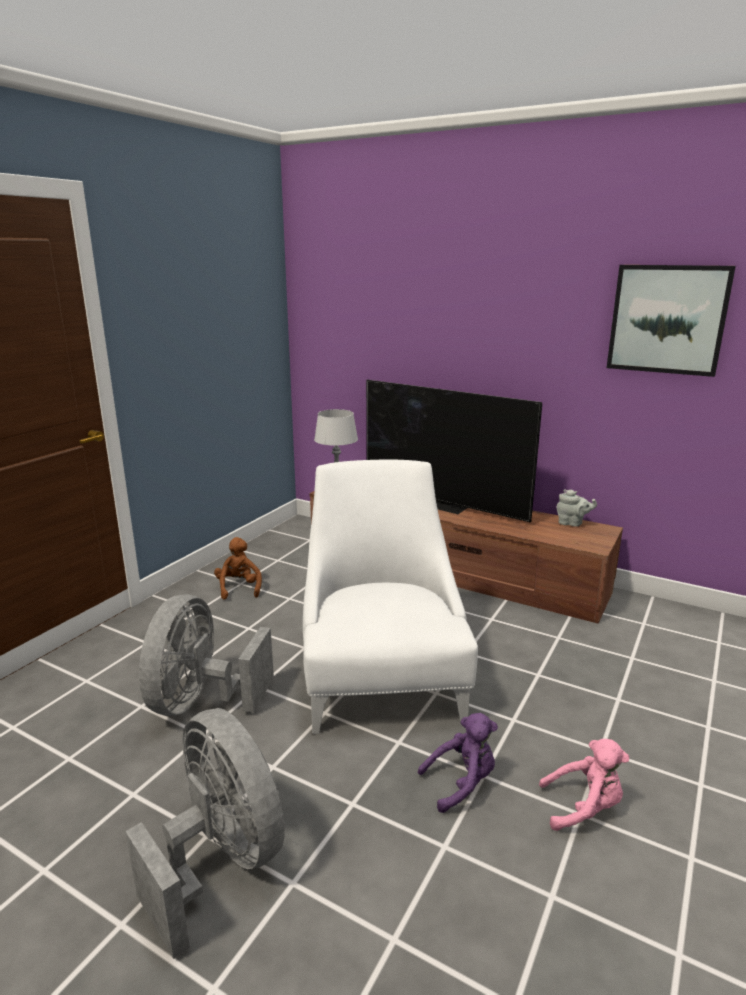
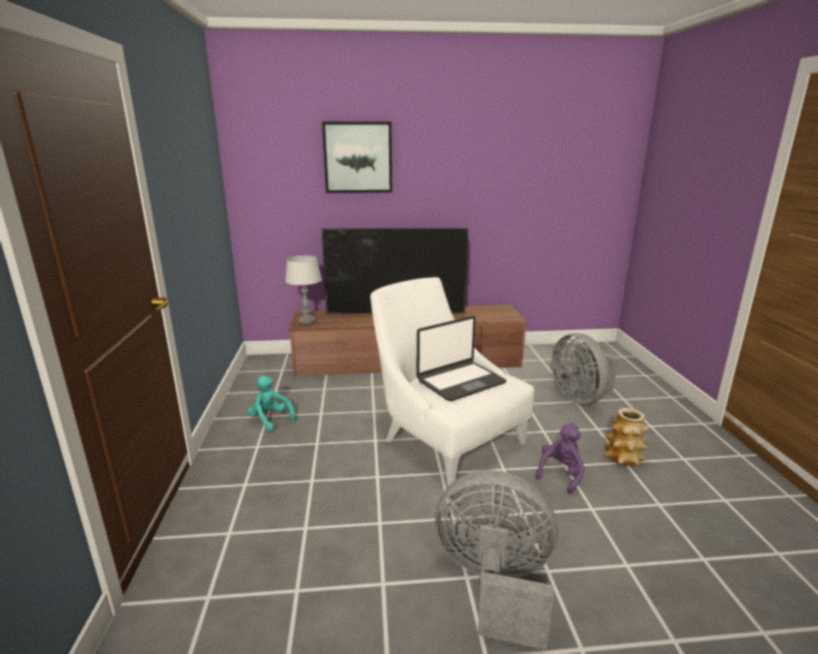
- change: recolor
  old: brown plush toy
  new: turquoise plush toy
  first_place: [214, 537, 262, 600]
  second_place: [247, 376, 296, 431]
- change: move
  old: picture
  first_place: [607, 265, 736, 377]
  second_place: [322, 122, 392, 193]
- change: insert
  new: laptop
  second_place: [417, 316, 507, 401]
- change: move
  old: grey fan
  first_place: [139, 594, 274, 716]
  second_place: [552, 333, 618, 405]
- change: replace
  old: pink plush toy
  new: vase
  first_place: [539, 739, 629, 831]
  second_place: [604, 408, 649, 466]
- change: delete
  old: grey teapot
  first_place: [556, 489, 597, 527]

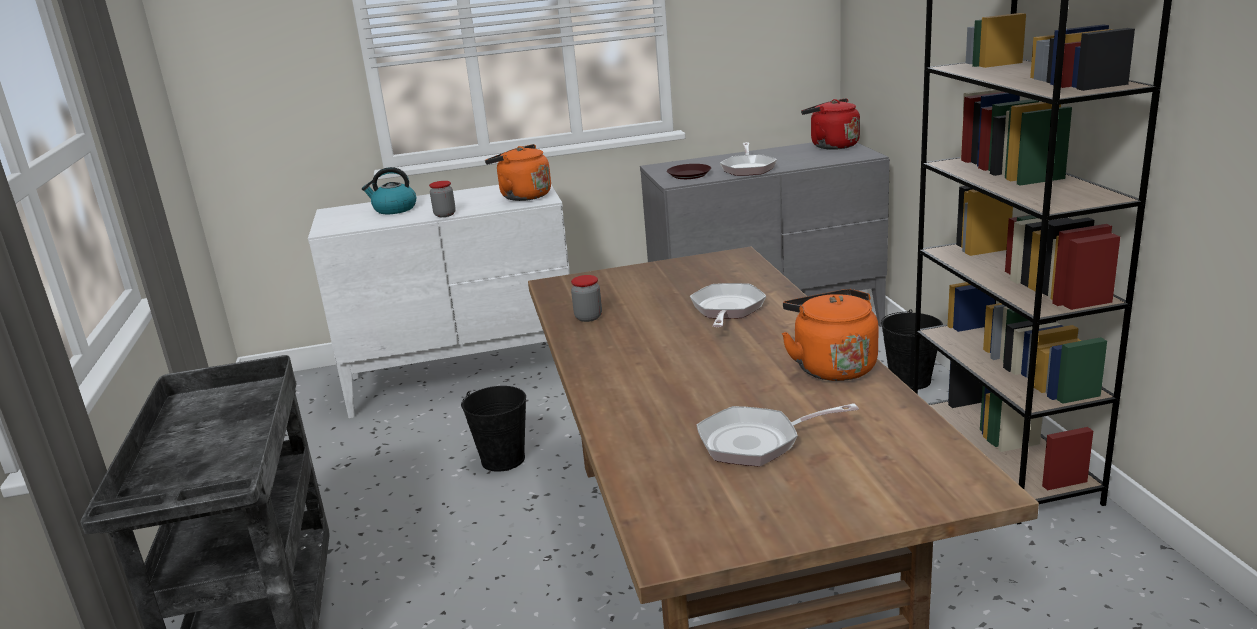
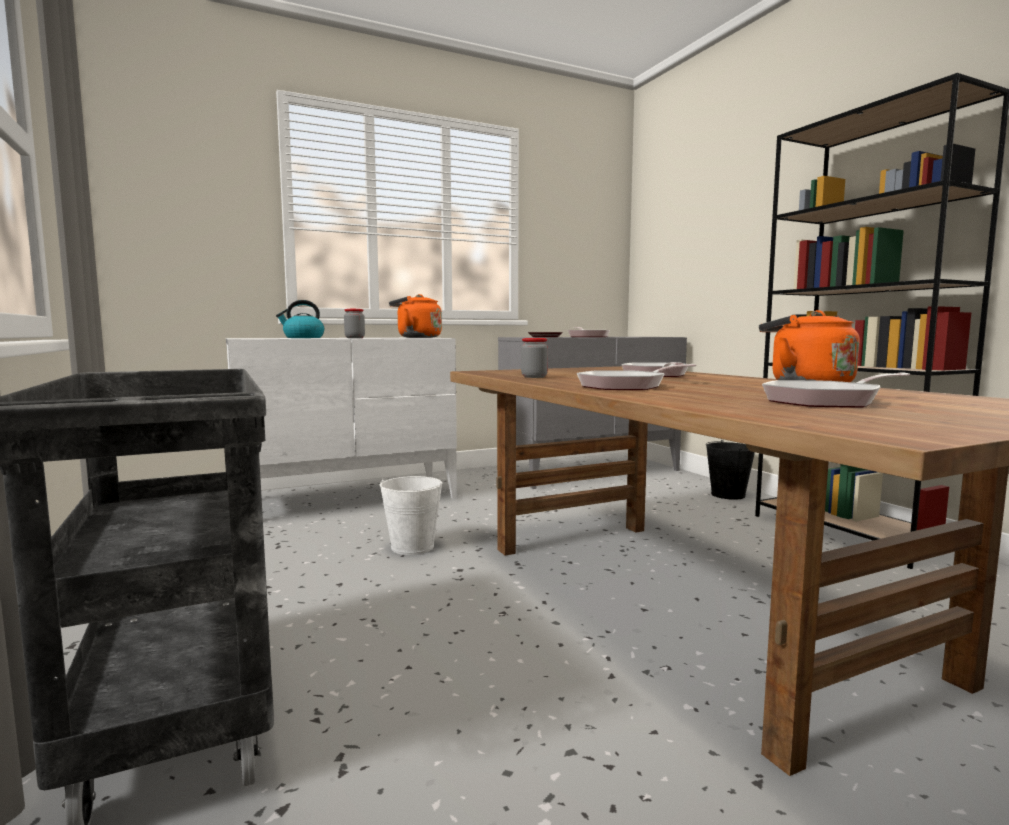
- change: recolor
  old: black bucket
  new: white bucket
  first_place: [461, 386, 526, 472]
  second_place: [380, 476, 442, 555]
- change: insert
  new: frying pan
  second_place: [577, 364, 696, 390]
- change: delete
  old: red kettle
  first_place: [801, 98, 860, 150]

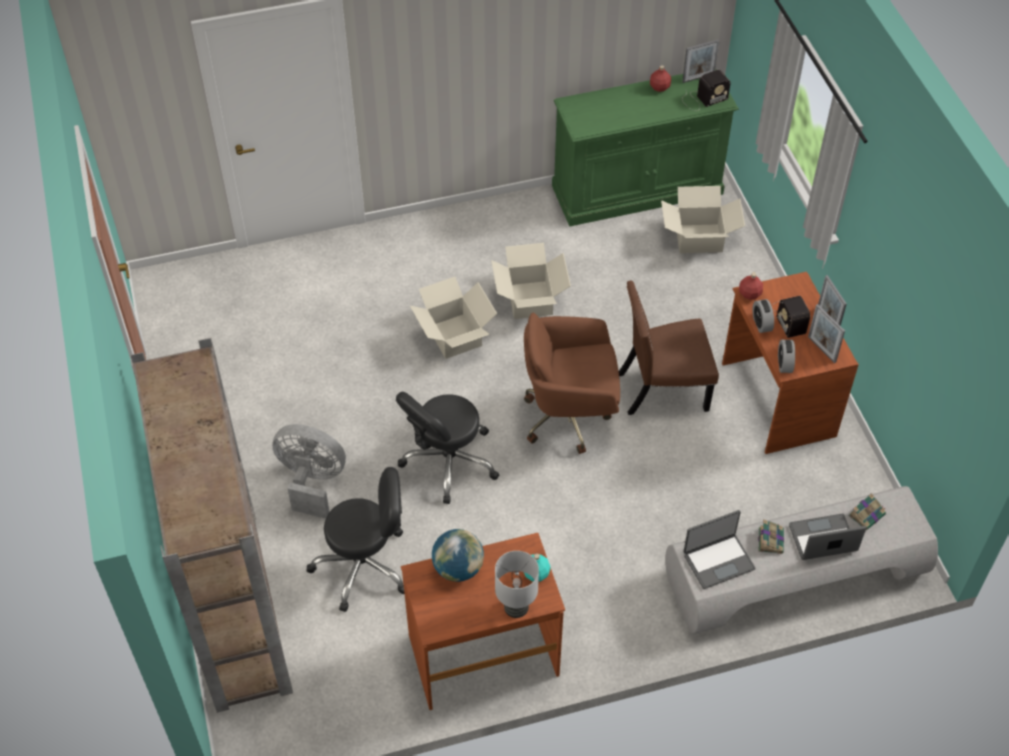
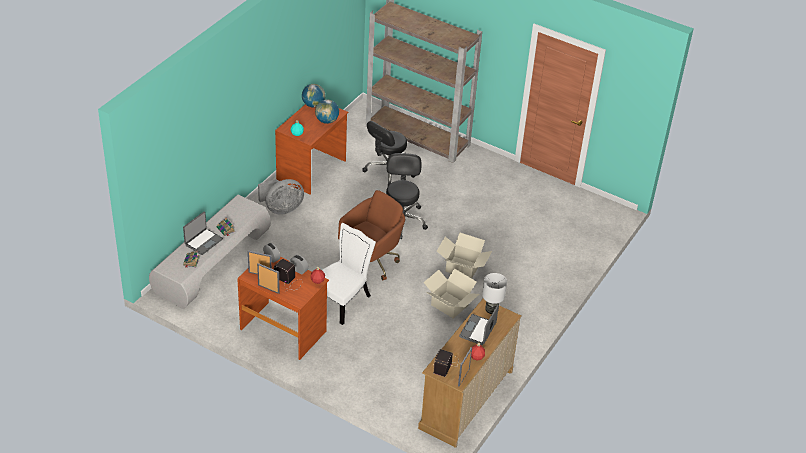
- change: move
  old: grey fan
  first_place: [273, 424, 346, 519]
  second_place: [258, 179, 304, 215]
- change: insert
  new: globe
  second_place: [302, 84, 326, 108]
- change: recolor
  old: brown chair
  new: white chair
  first_place: [619, 281, 719, 415]
  second_place: [322, 223, 376, 325]
- change: recolor
  old: green cabinet
  new: brown cabinet
  first_place: [552, 69, 739, 227]
  second_place: [418, 299, 521, 448]
- change: move
  old: laptop
  first_place: [683, 510, 756, 589]
  second_place: [459, 305, 499, 345]
- change: move
  old: grey table lamp
  first_place: [495, 551, 539, 618]
  second_place: [482, 273, 507, 314]
- change: delete
  old: cardboard box
  first_place: [661, 186, 745, 253]

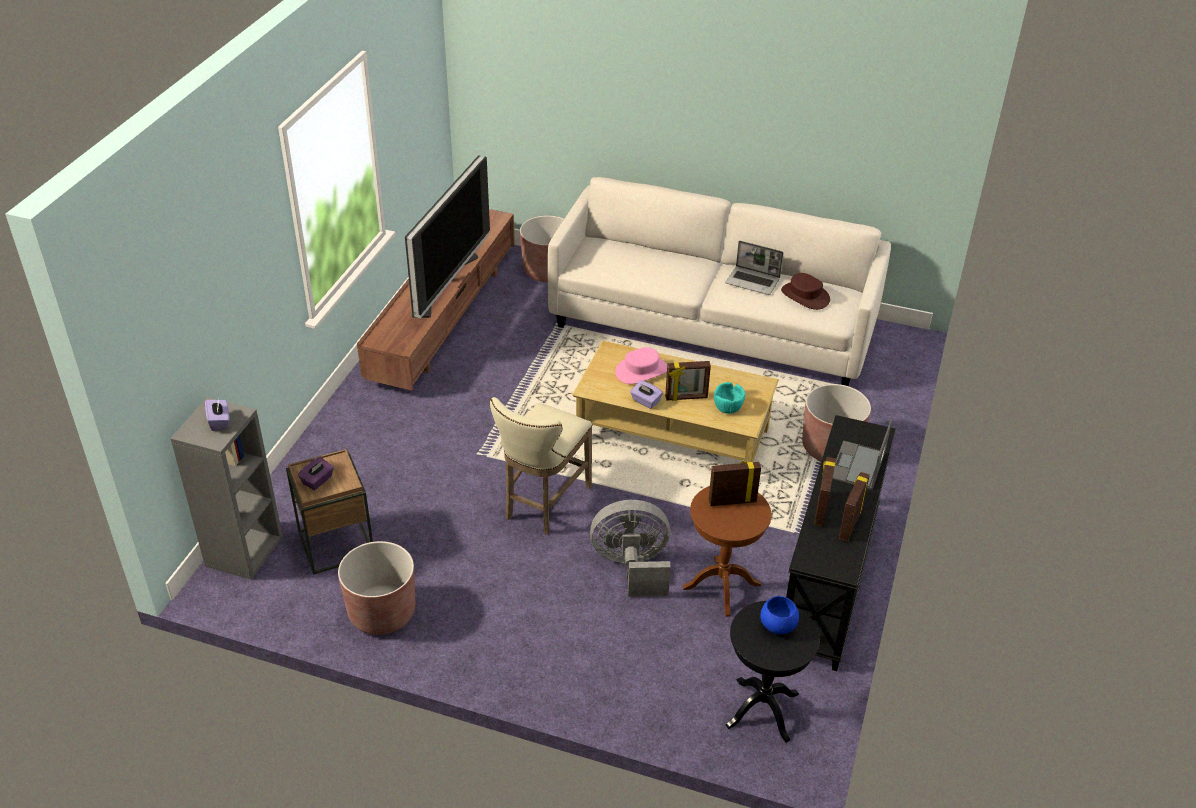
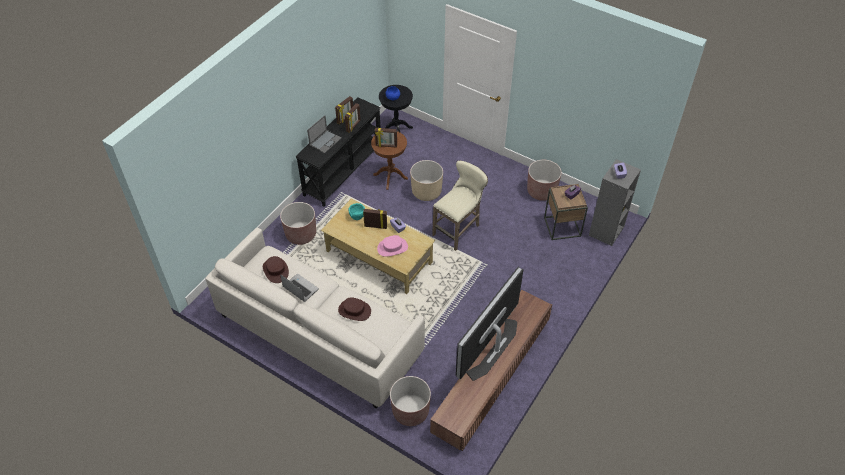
- change: insert
  new: brown hat
  second_place: [338, 297, 371, 321]
- change: replace
  old: grey fan
  new: beige planter
  first_place: [590, 500, 671, 597]
  second_place: [410, 160, 443, 201]

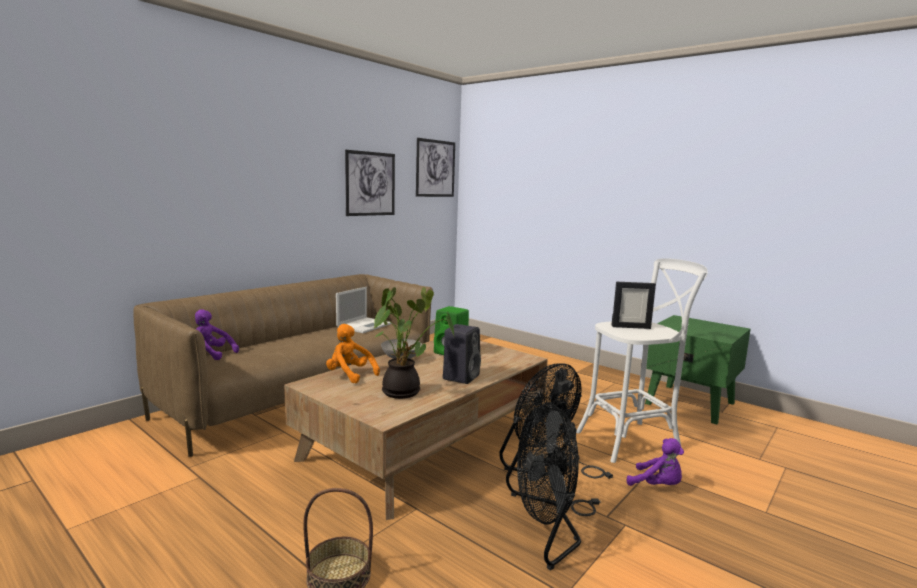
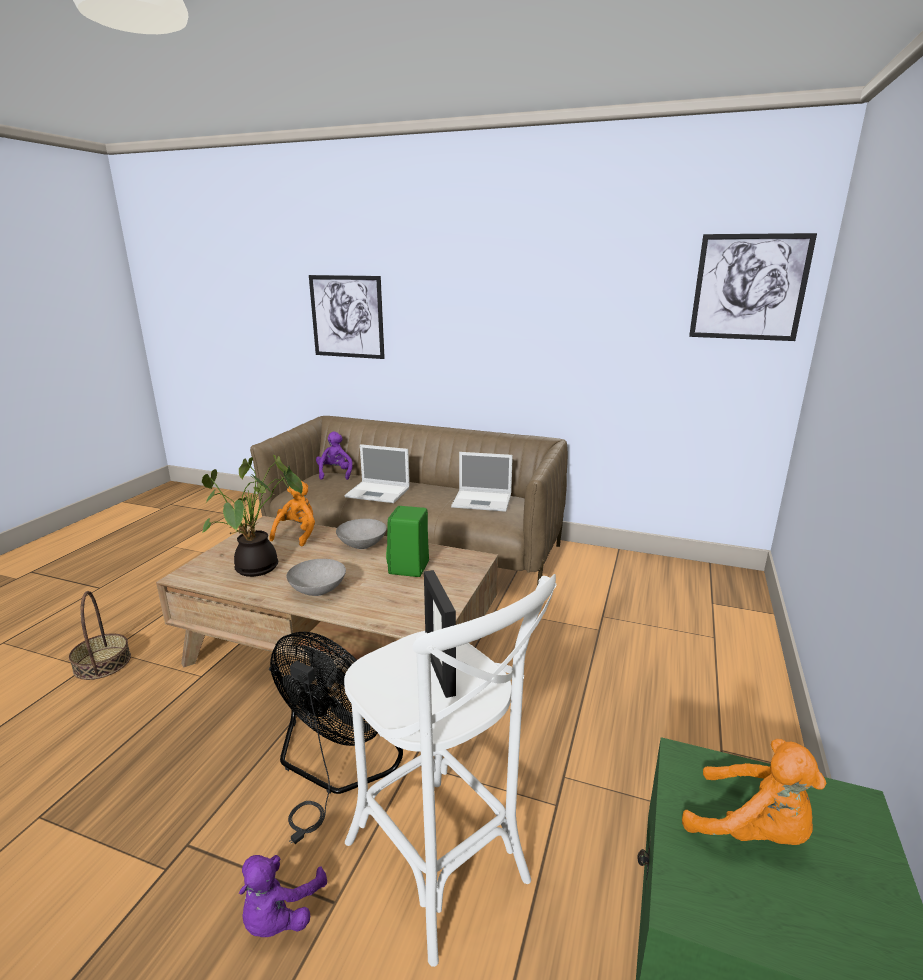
- change: replace
  old: black speaker
  new: grey bowl
  first_place: [443, 324, 481, 384]
  second_place: [286, 559, 346, 596]
- change: move
  old: picture
  first_place: [345, 150, 395, 216]
  second_place: [309, 275, 385, 359]
- change: insert
  new: laptop
  second_place: [344, 444, 410, 503]
- change: insert
  new: orange plush toy
  second_place: [682, 739, 826, 845]
- change: delete
  old: black fan
  first_place: [506, 403, 601, 571]

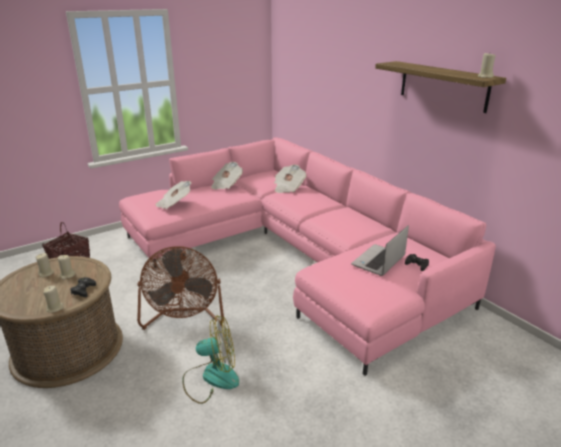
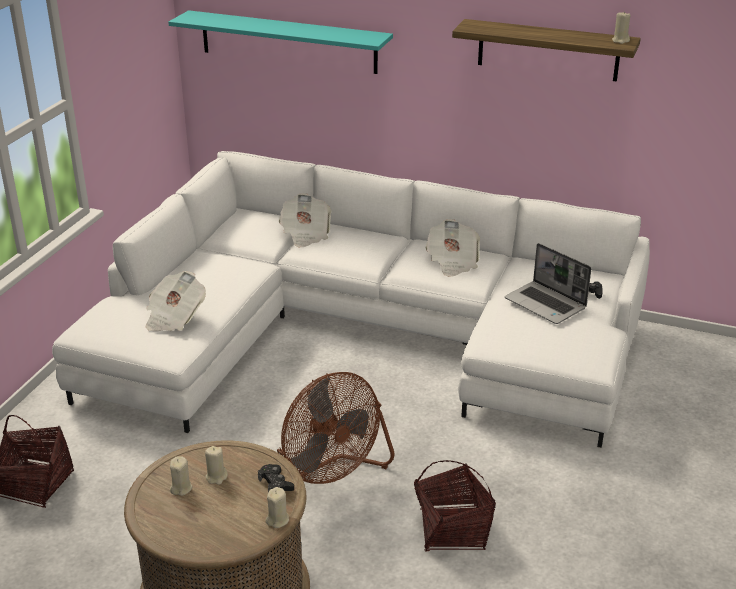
- change: recolor
  old: pink sofa
  new: white sofa
  first_place: [119, 137, 496, 376]
  second_place: [52, 151, 650, 448]
- change: insert
  new: turquoise shelf
  second_place: [168, 10, 393, 74]
- change: replace
  old: fan
  new: basket
  first_place: [183, 316, 239, 404]
  second_place: [414, 460, 496, 552]
- change: move
  old: newspaper
  first_place: [211, 162, 243, 189]
  second_place: [425, 219, 480, 277]
- change: rotate
  old: laptop
  first_place: [351, 225, 409, 276]
  second_place: [505, 243, 591, 324]
  degrees: -45

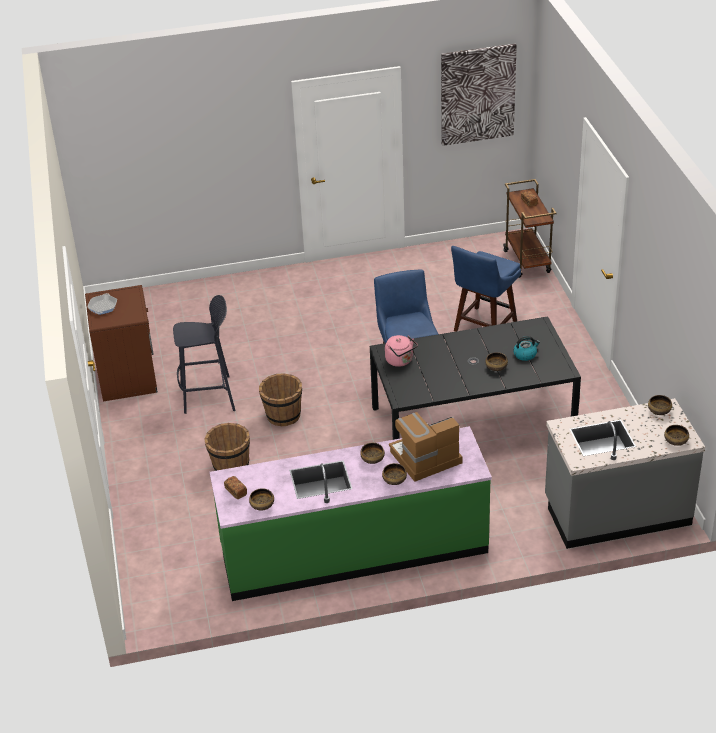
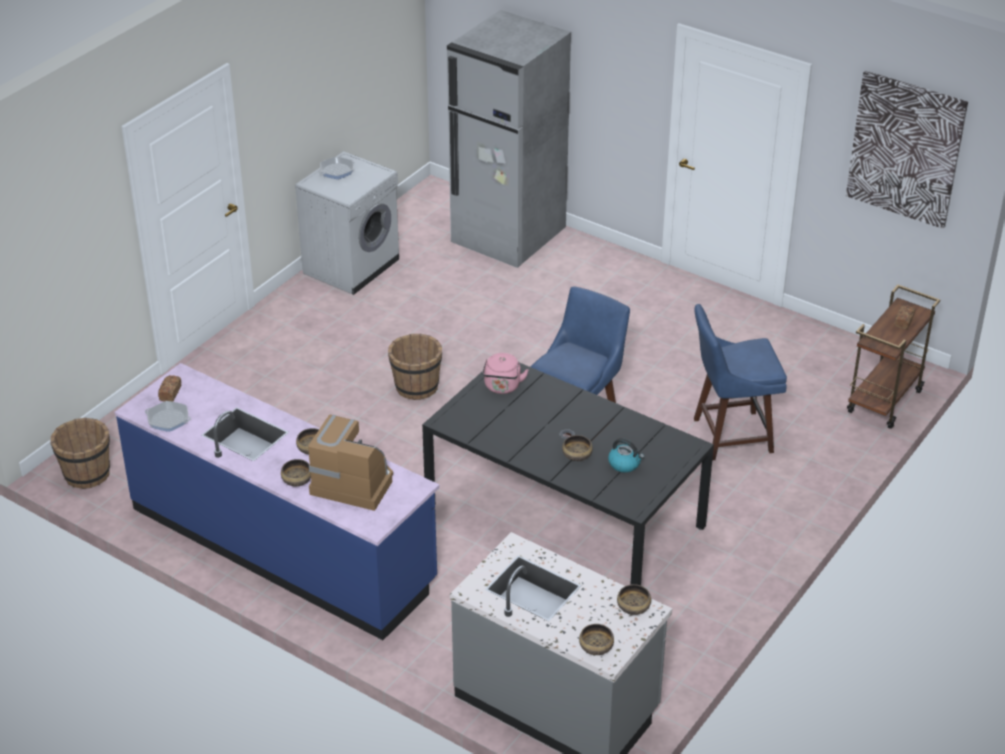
- change: move
  old: brown bucket
  first_place: [205, 423, 250, 471]
  second_place: [50, 418, 110, 489]
- change: recolor
  old: green counter
  new: blue counter
  first_place: [210, 426, 492, 601]
  second_place: [115, 363, 439, 640]
- change: replace
  old: bowl
  new: frying pan
  first_place: [249, 488, 274, 511]
  second_place: [145, 401, 191, 432]
- change: recolor
  old: brown washing machine
  new: white washing machine
  first_place: [85, 285, 158, 401]
  second_place: [295, 151, 399, 295]
- change: insert
  new: grey fridge
  second_place: [447, 10, 571, 268]
- change: delete
  old: grey stool
  first_place: [173, 295, 235, 414]

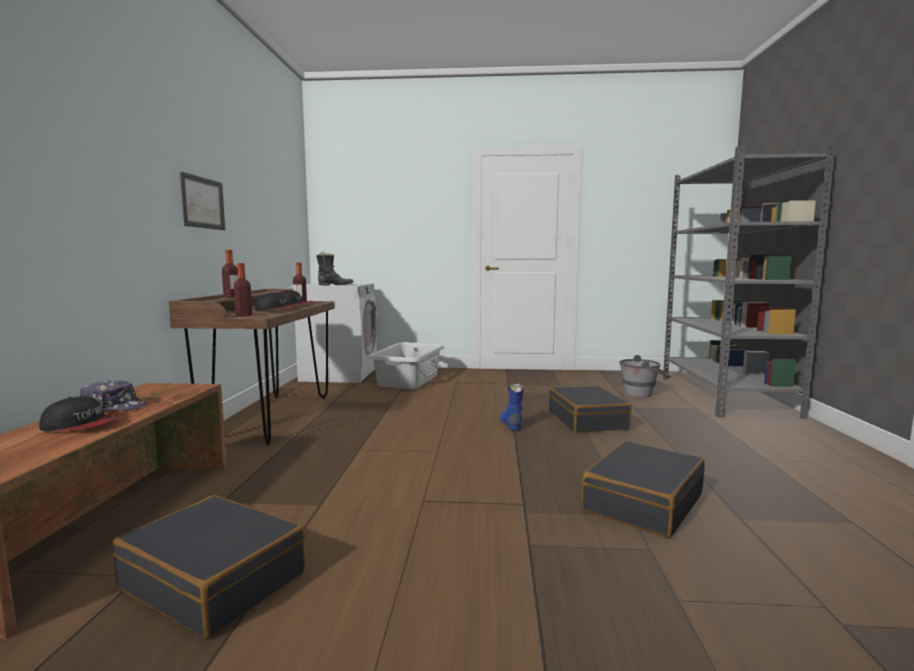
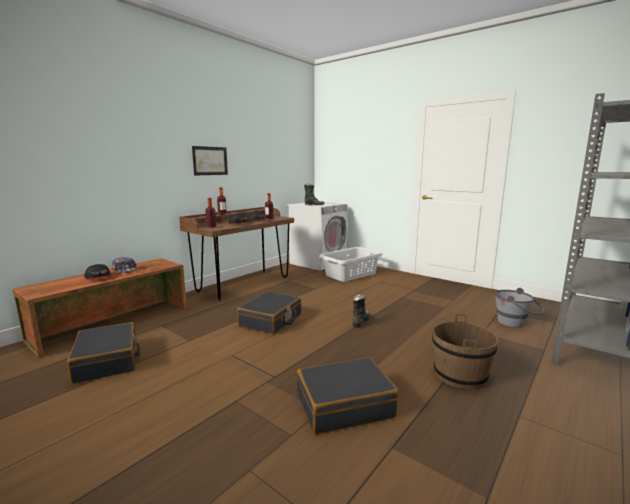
- change: move
  old: black suitcase
  first_place: [549, 386, 632, 433]
  second_place: [237, 291, 301, 334]
- change: recolor
  old: blue boot
  new: black boot
  first_place: [500, 383, 524, 430]
  second_place: [352, 294, 370, 328]
- change: insert
  new: brown bucket
  second_place: [432, 314, 498, 389]

